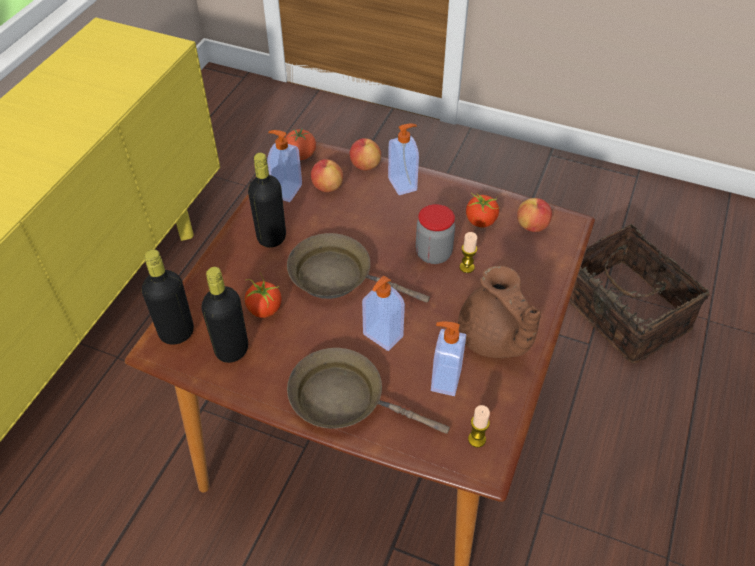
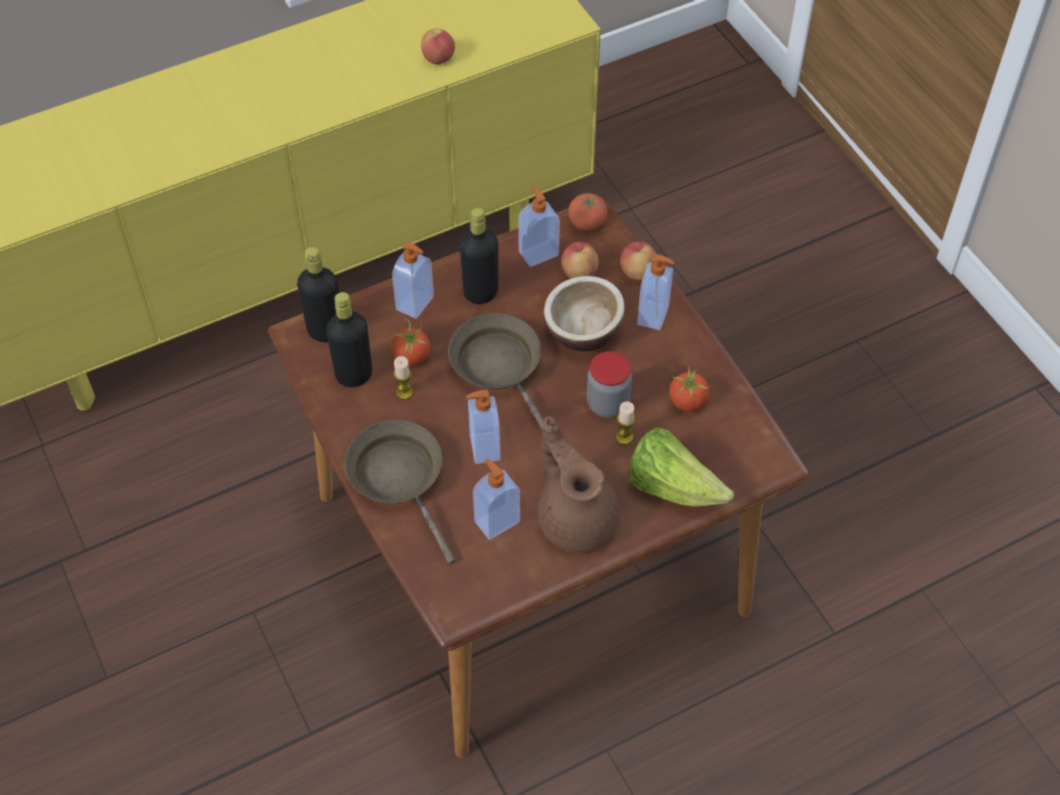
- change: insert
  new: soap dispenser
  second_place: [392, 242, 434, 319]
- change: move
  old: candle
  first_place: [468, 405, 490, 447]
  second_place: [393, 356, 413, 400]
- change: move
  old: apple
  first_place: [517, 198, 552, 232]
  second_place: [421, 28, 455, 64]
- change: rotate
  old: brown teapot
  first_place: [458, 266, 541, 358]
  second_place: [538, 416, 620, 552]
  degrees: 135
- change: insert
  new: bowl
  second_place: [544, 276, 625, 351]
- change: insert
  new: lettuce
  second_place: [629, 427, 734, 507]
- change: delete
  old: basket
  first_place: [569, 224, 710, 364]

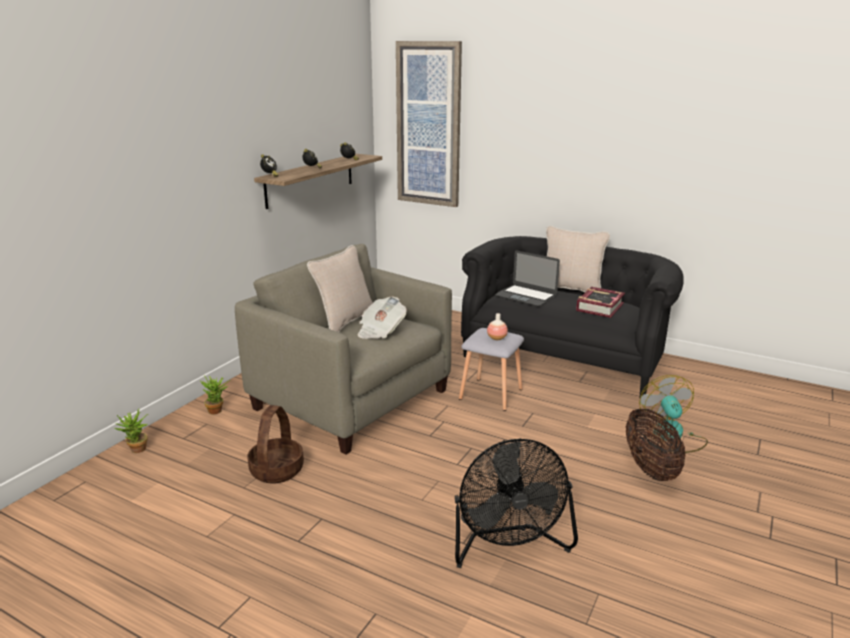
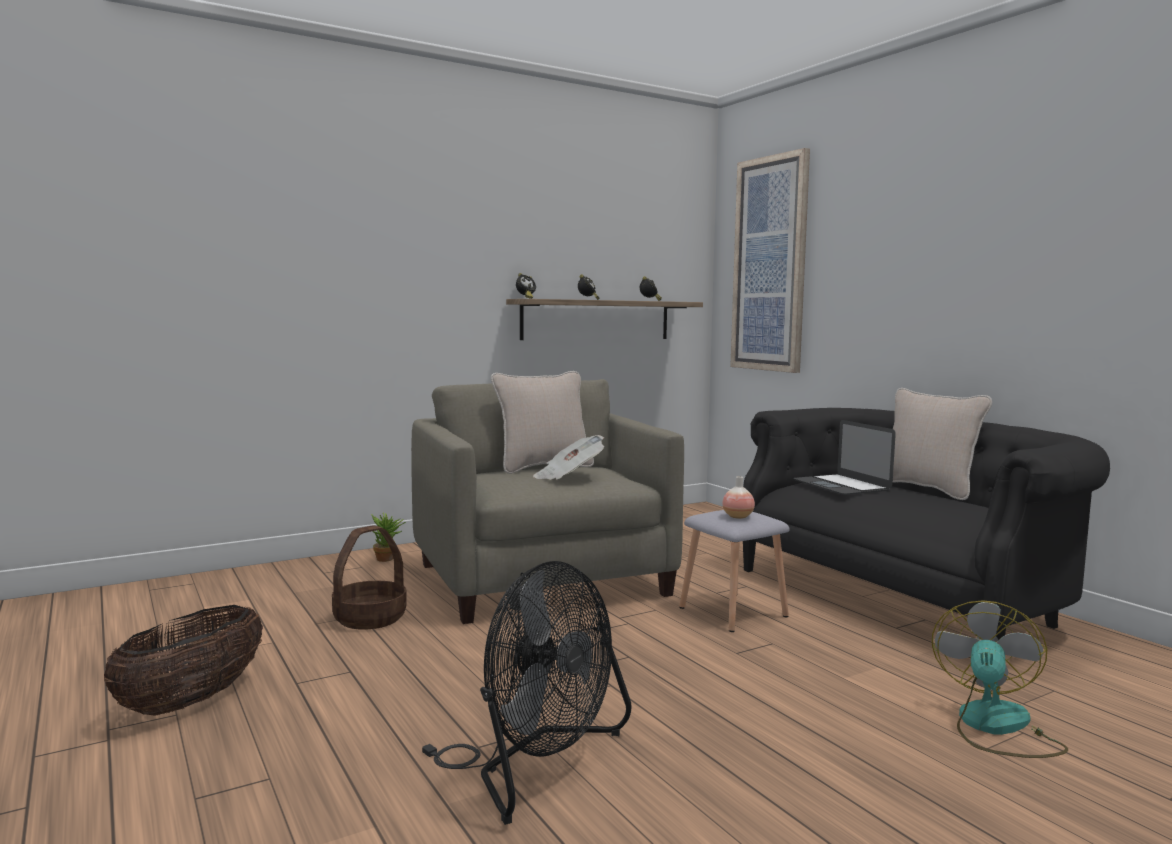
- change: move
  old: basket
  first_place: [626, 409, 685, 481]
  second_place: [104, 605, 263, 716]
- change: rotate
  old: black fan
  first_place: [455, 438, 578, 568]
  second_place: [422, 561, 631, 825]
  degrees: -75
- change: delete
  old: potted plant
  first_place: [114, 409, 148, 453]
- change: delete
  old: book
  first_place: [576, 287, 625, 318]

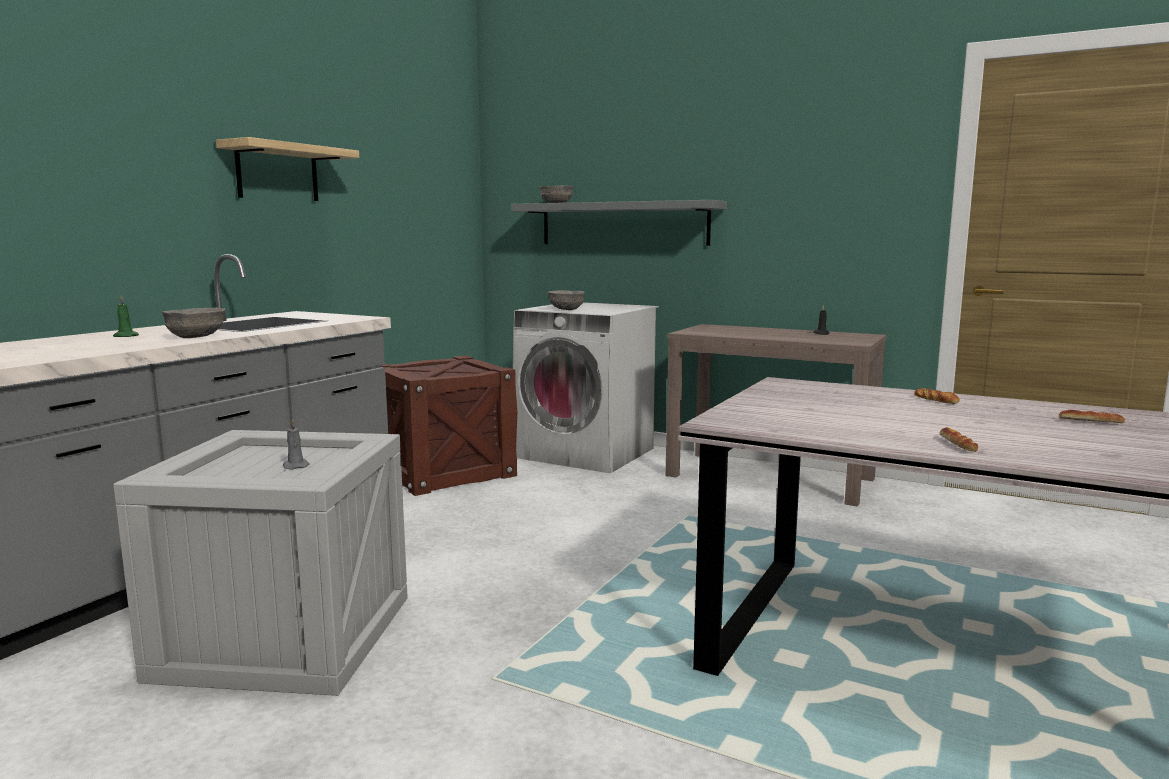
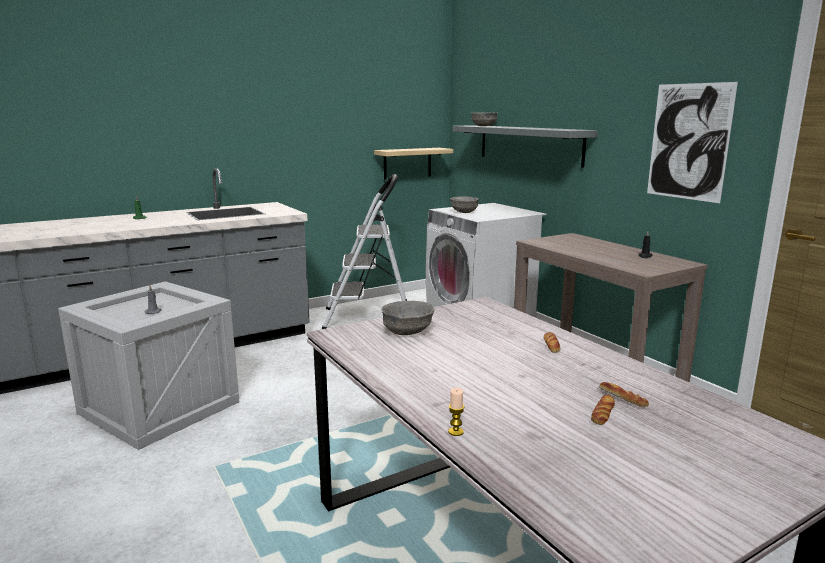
- change: replace
  old: crate
  new: step ladder
  first_place: [381, 356, 517, 496]
  second_place: [322, 174, 407, 329]
- change: move
  old: shelf
  first_place: [216, 137, 359, 201]
  second_place: [374, 148, 453, 180]
- change: move
  old: grey bowl
  first_place: [162, 308, 225, 338]
  second_place: [382, 301, 435, 335]
- change: insert
  new: candle
  second_place: [448, 388, 464, 436]
- change: move
  old: bread
  first_place: [940, 427, 978, 452]
  second_place: [591, 395, 615, 425]
- change: insert
  new: picture
  second_place: [647, 82, 738, 203]

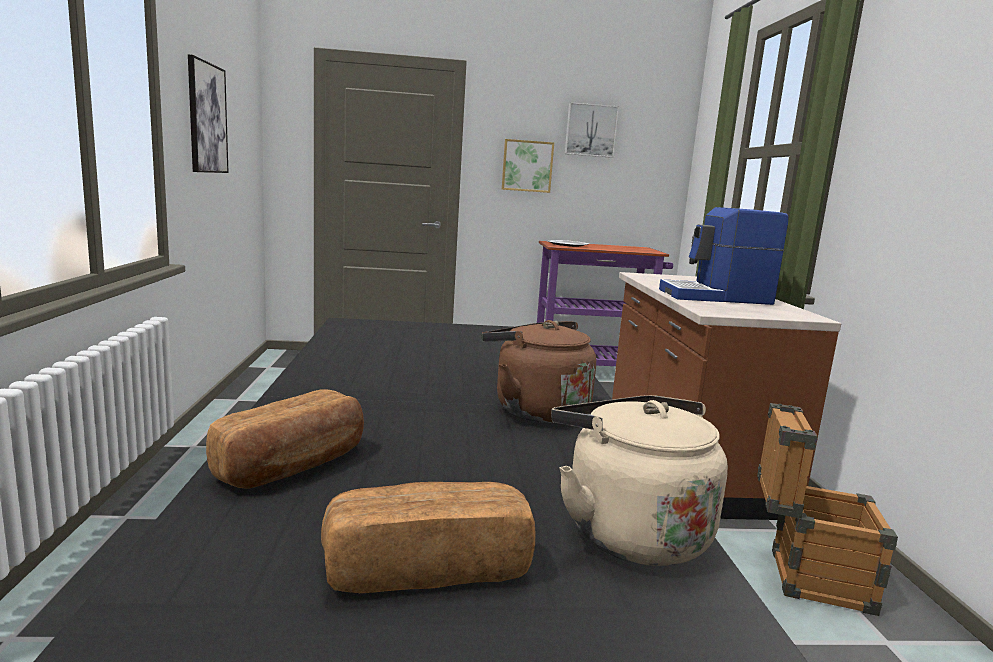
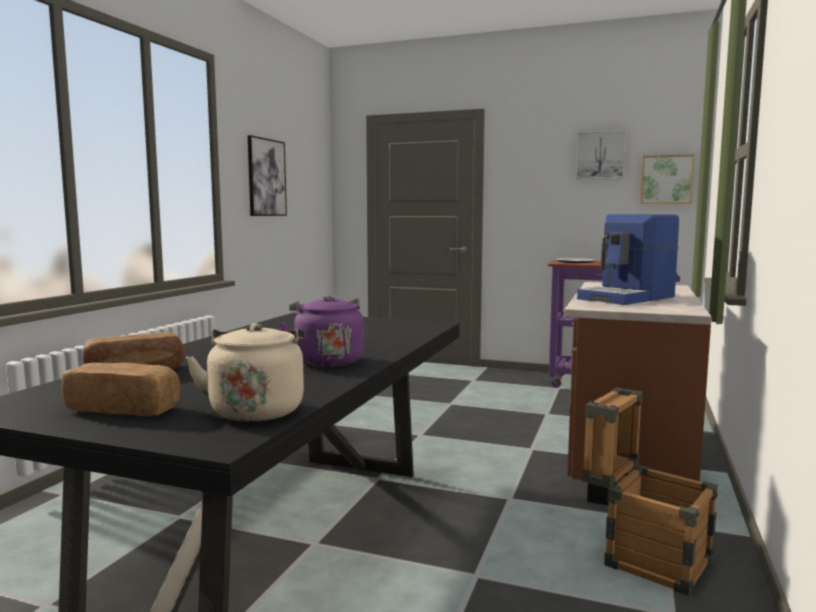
- change: recolor
  old: brown kettle
  new: purple kettle
  first_place: [481, 320, 596, 423]
  second_place: [279, 295, 364, 367]
- change: rotate
  old: coffee machine
  first_place: [659, 207, 788, 305]
  second_place: [577, 215, 679, 305]
  degrees: -60
- change: move
  old: picture
  first_place: [502, 139, 554, 193]
  second_place: [640, 154, 695, 204]

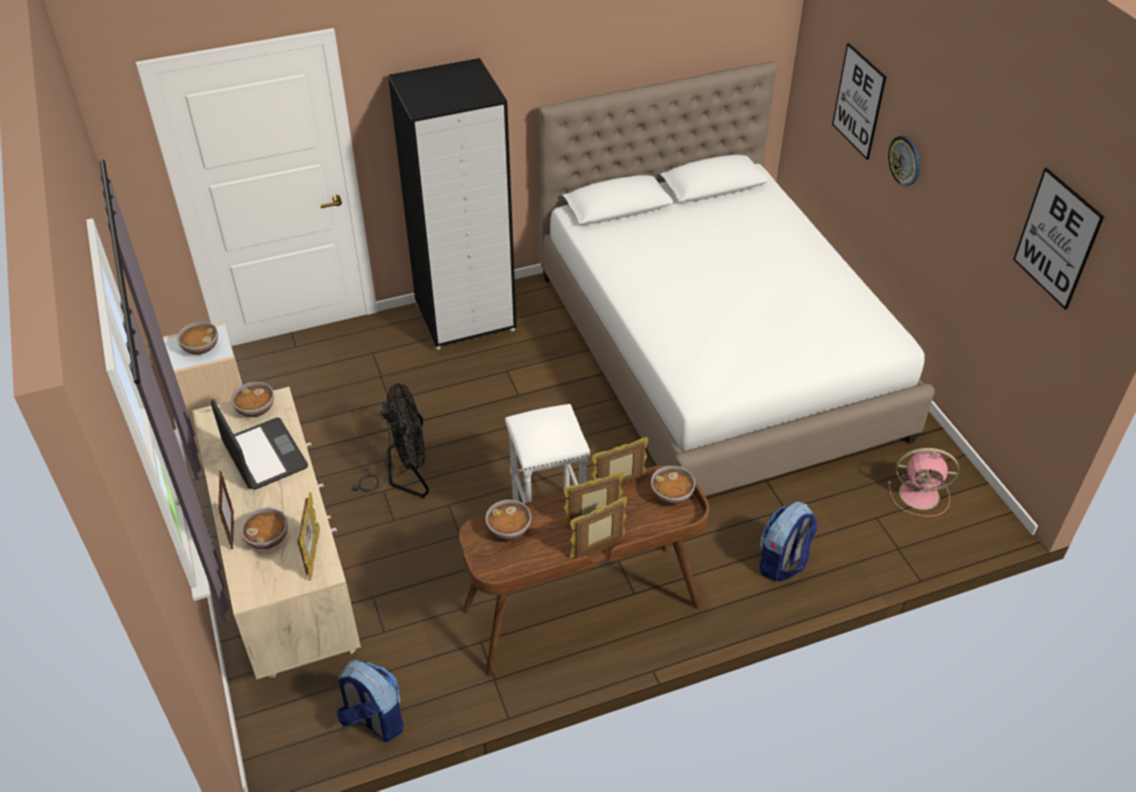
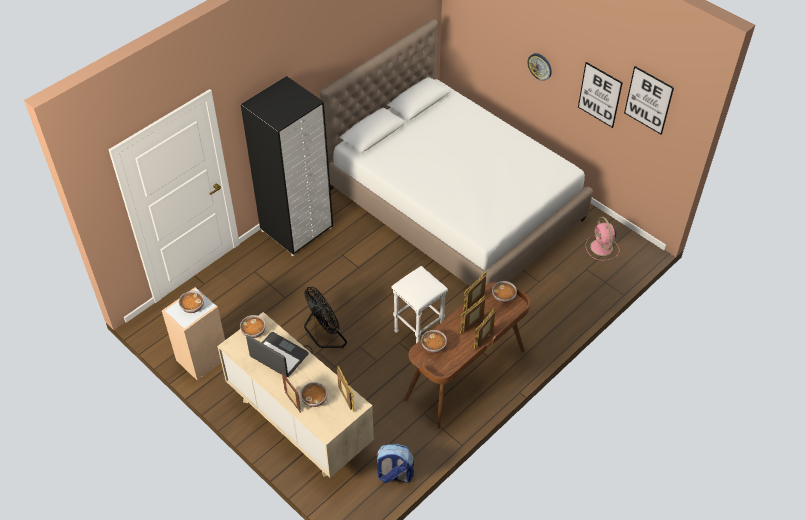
- change: move
  old: picture
  first_place: [832, 43, 886, 160]
  second_place: [578, 62, 623, 128]
- change: rotate
  old: pink fan
  first_place: [888, 448, 959, 517]
  second_place: [586, 217, 619, 260]
  degrees: 90
- change: delete
  old: backpack
  first_place: [760, 501, 817, 582]

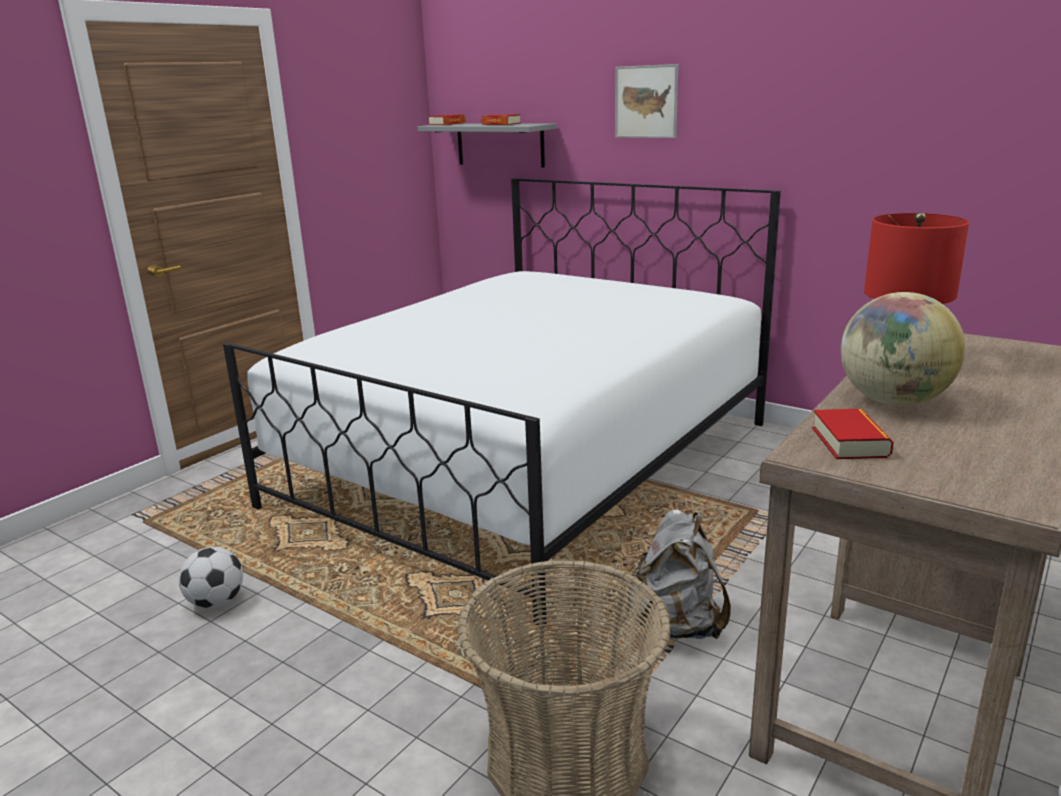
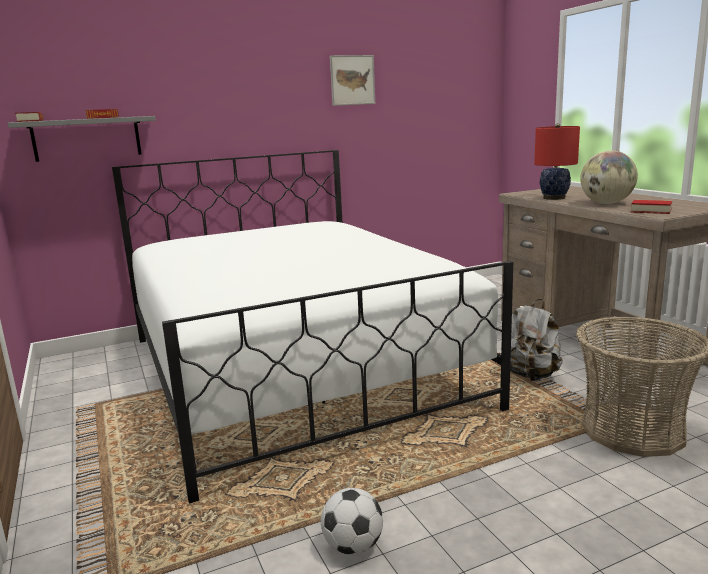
- change: move
  old: picture
  first_place: [615, 64, 679, 138]
  second_place: [330, 55, 375, 106]

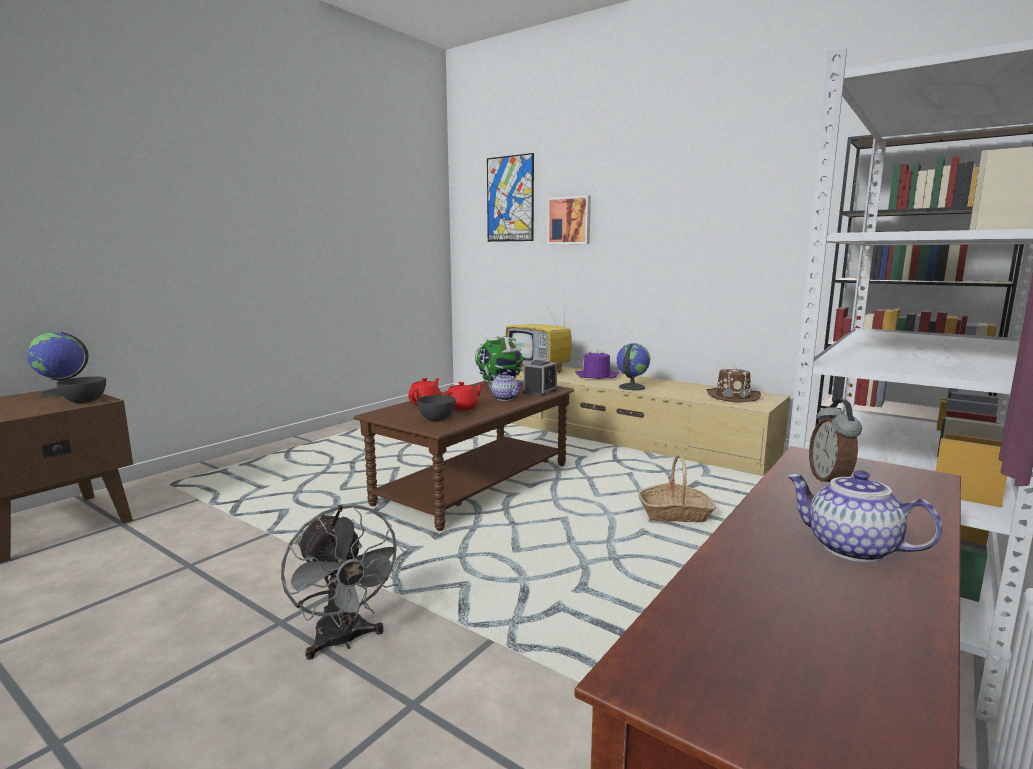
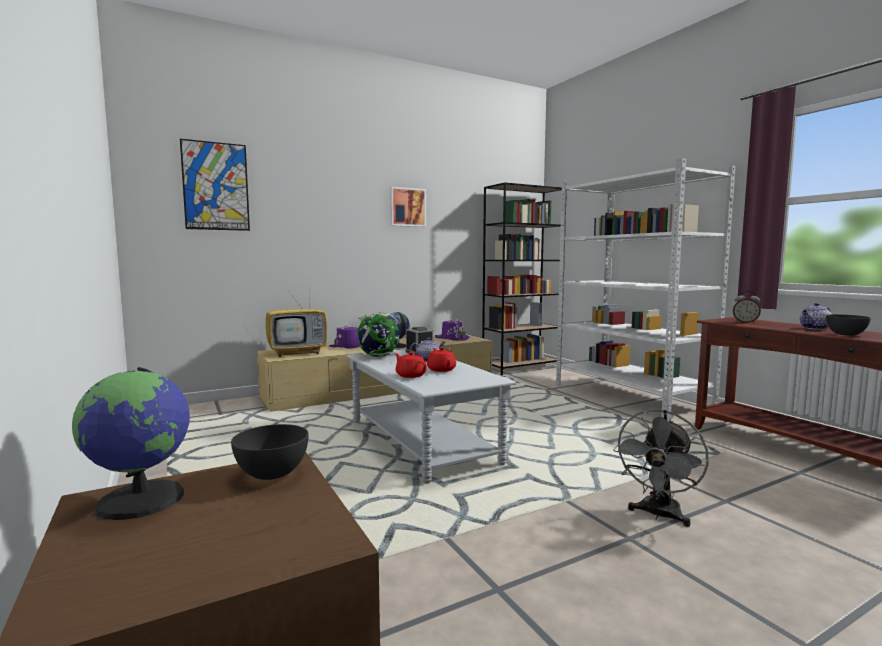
- change: recolor
  old: brown coffee table
  new: grey coffee table
  first_place: [354, 380, 574, 531]
  second_place: [347, 349, 516, 484]
- change: move
  old: picture
  first_place: [547, 195, 591, 244]
  second_place: [390, 187, 426, 227]
- change: recolor
  old: brown hat
  new: purple hat
  first_place: [706, 366, 761, 402]
  second_place: [435, 318, 470, 341]
- change: rotate
  old: grey fan
  first_place: [281, 505, 405, 660]
  second_place: [613, 409, 709, 527]
  degrees: 135
- change: move
  old: grey bowl
  first_place: [417, 395, 456, 421]
  second_place: [826, 314, 871, 336]
- change: delete
  old: basket
  first_place: [638, 454, 716, 522]

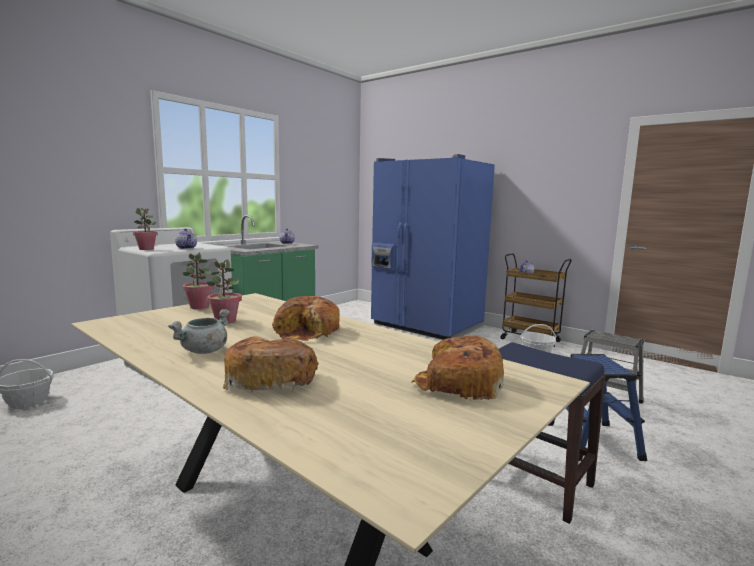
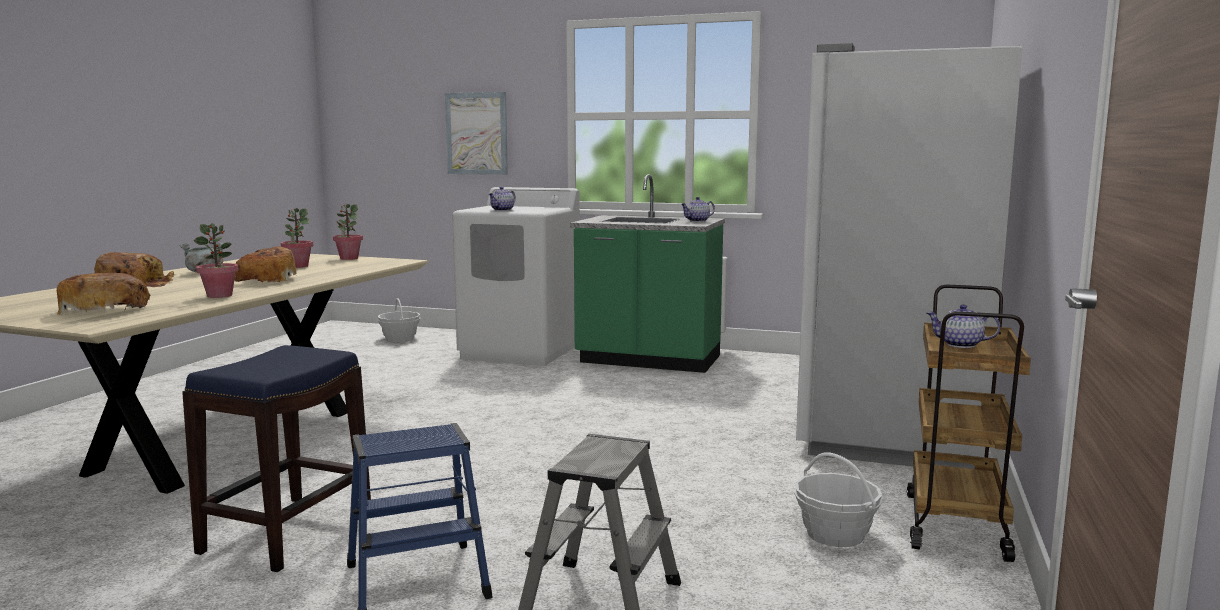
- change: move
  old: potted plant
  first_place: [133, 208, 158, 250]
  second_place: [194, 223, 239, 298]
- change: insert
  new: picture
  second_place: [445, 92, 508, 175]
- change: recolor
  old: blue fridge
  new: white fridge
  first_place: [371, 154, 495, 340]
  second_place: [796, 43, 1023, 469]

